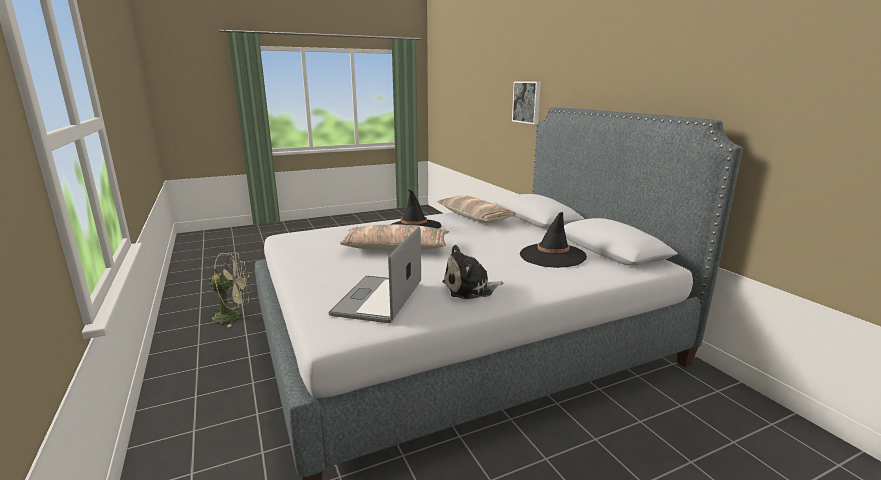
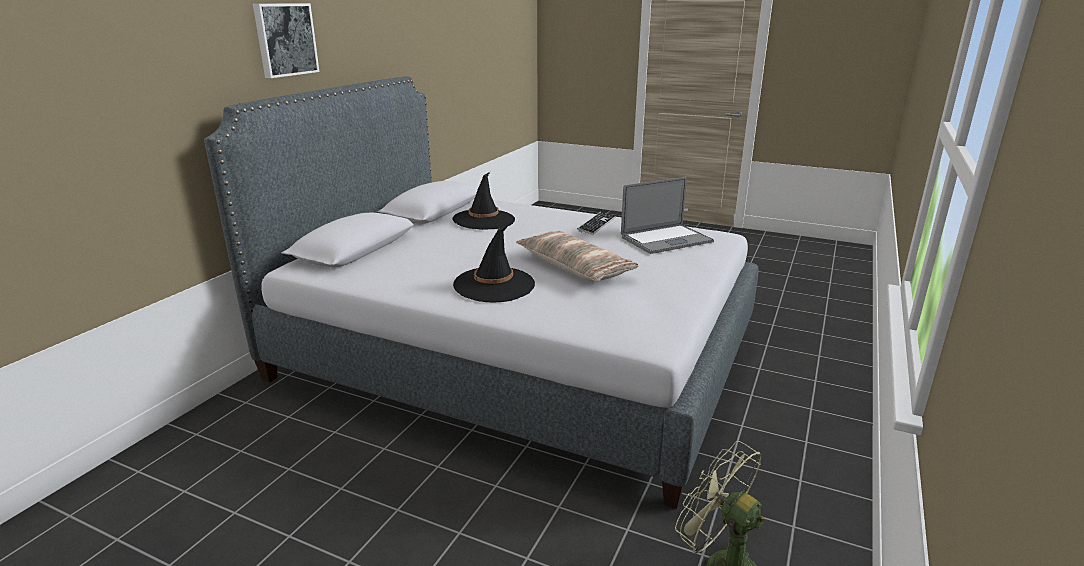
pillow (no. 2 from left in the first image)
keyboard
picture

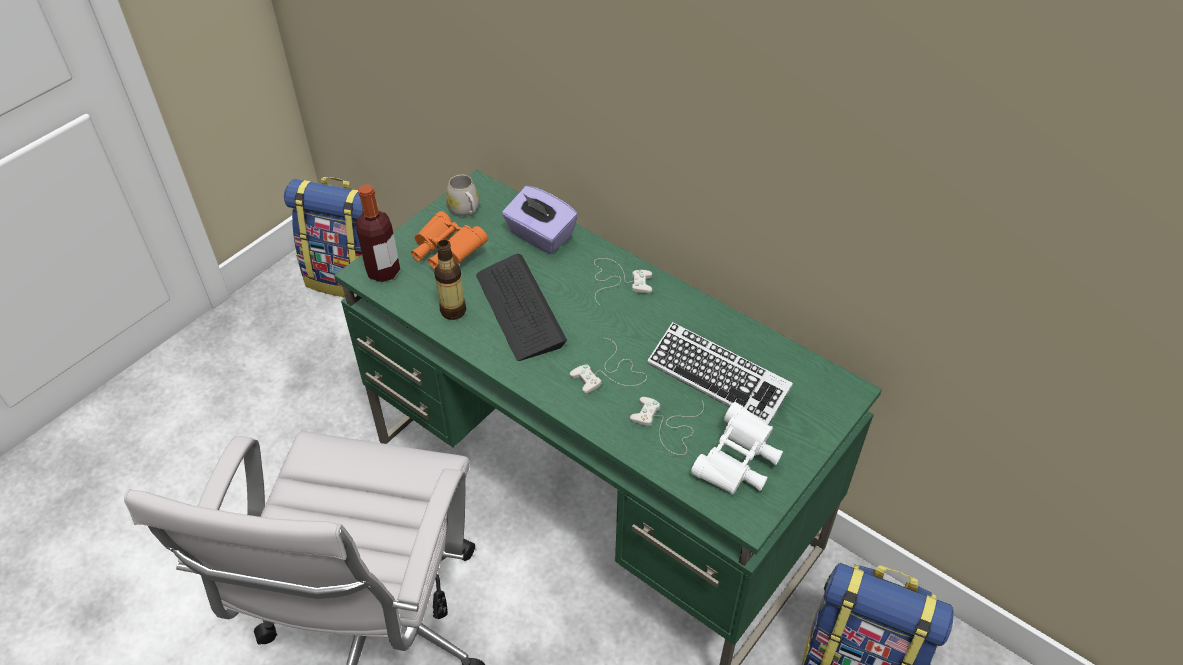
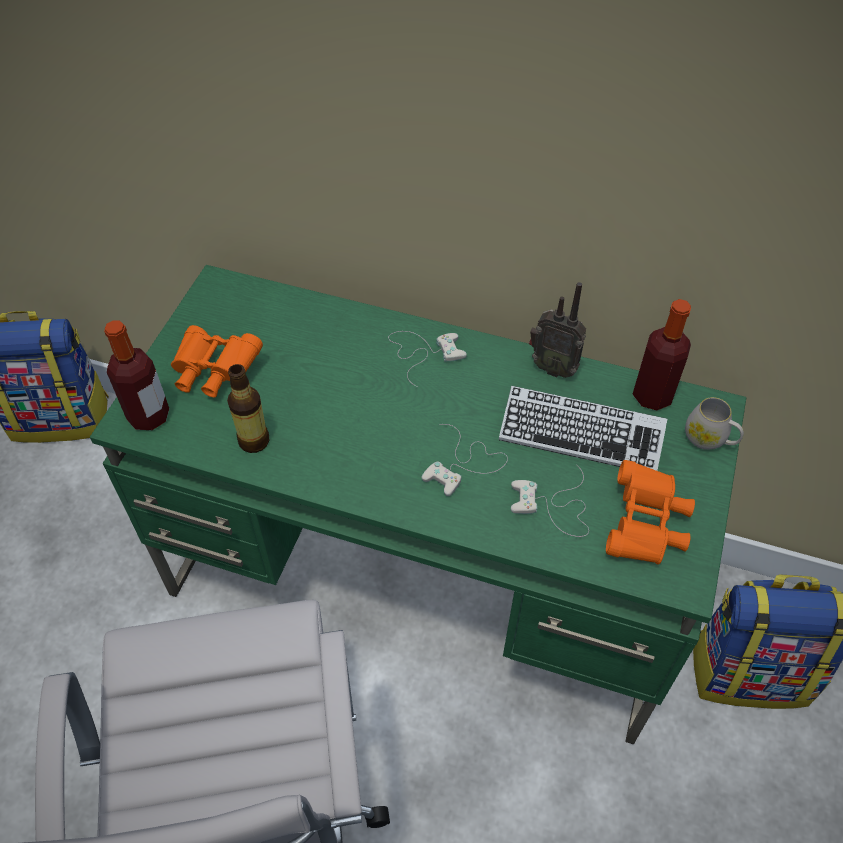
white mug
keyboard (no. 1 from left in the first image)
purple tissue box
orange binoculars (no. 2 from left)
radio
bottle (no. 3 from left)

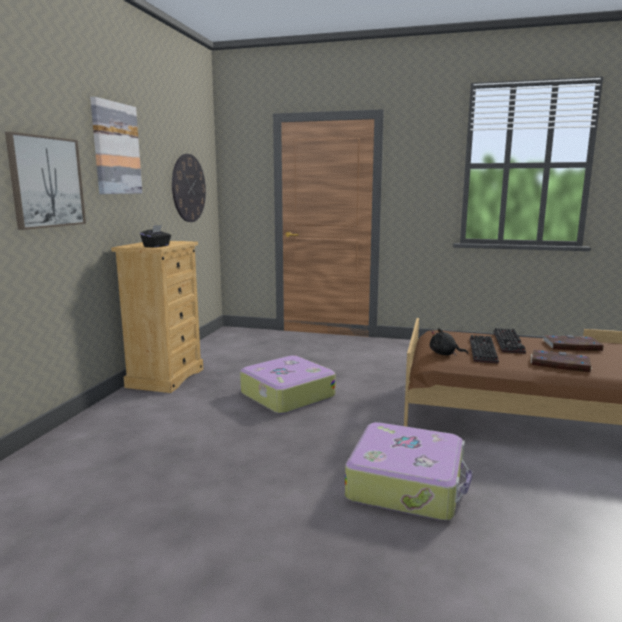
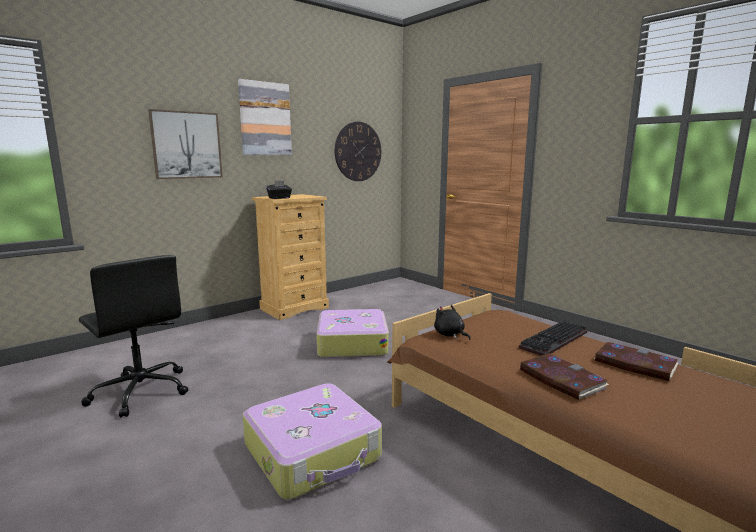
keyboard (no. 1 from left in the first image)
black office chair

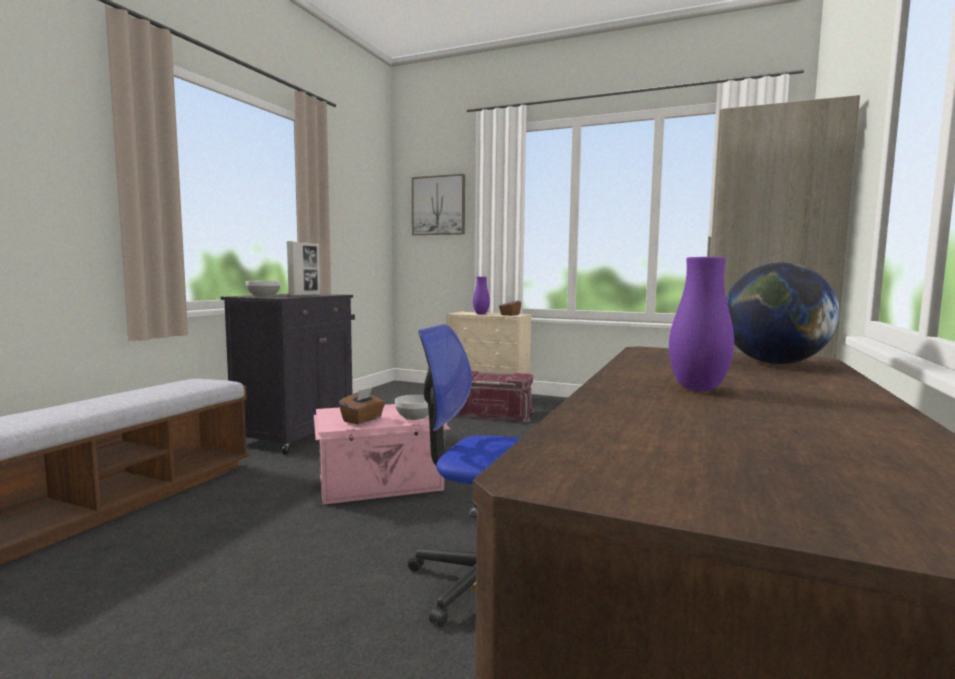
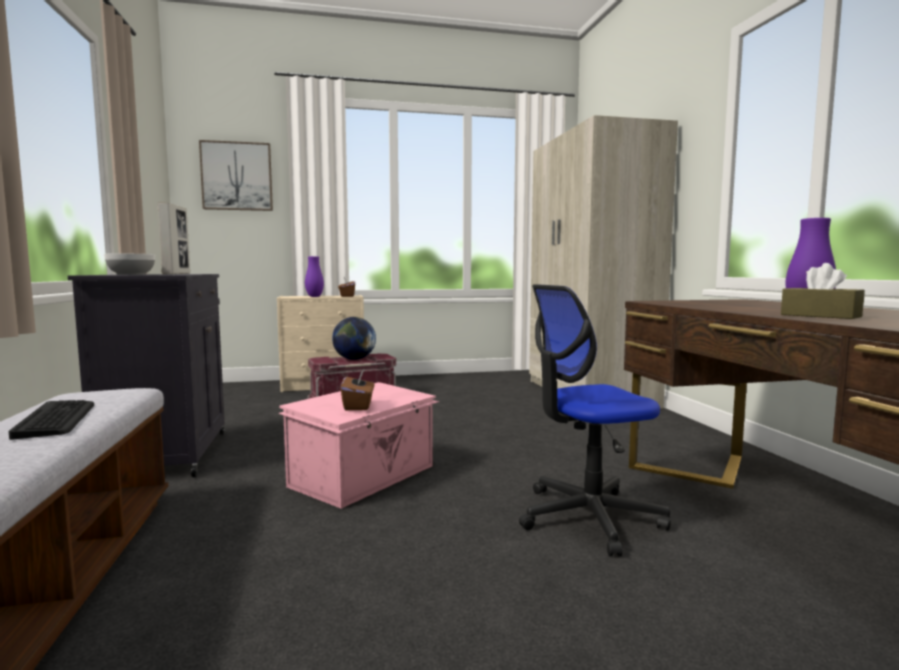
bowl (no. 2 from left in the first image)
globe
keyboard
brown tissue box (no. 3 from left)

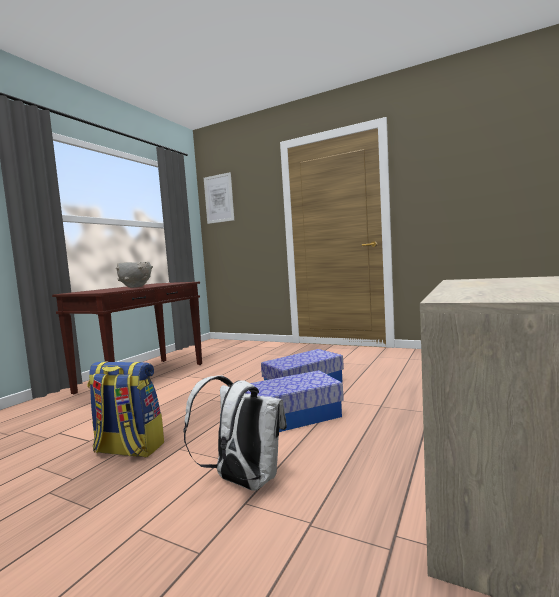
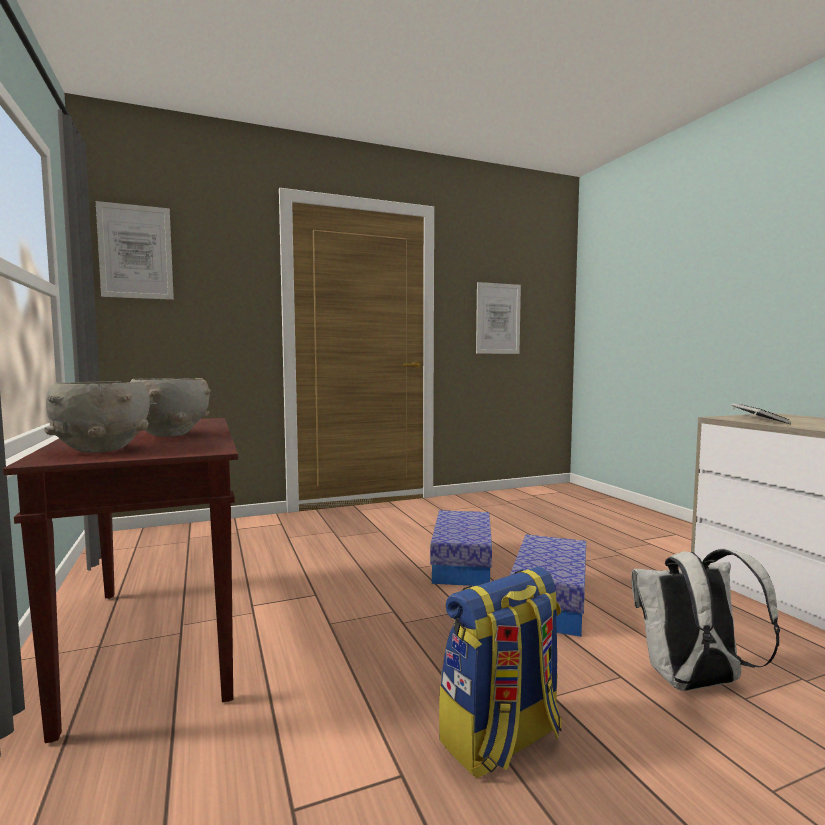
grey bowl (no. 1 from left)
picture (no. 2 from left)
keyboard

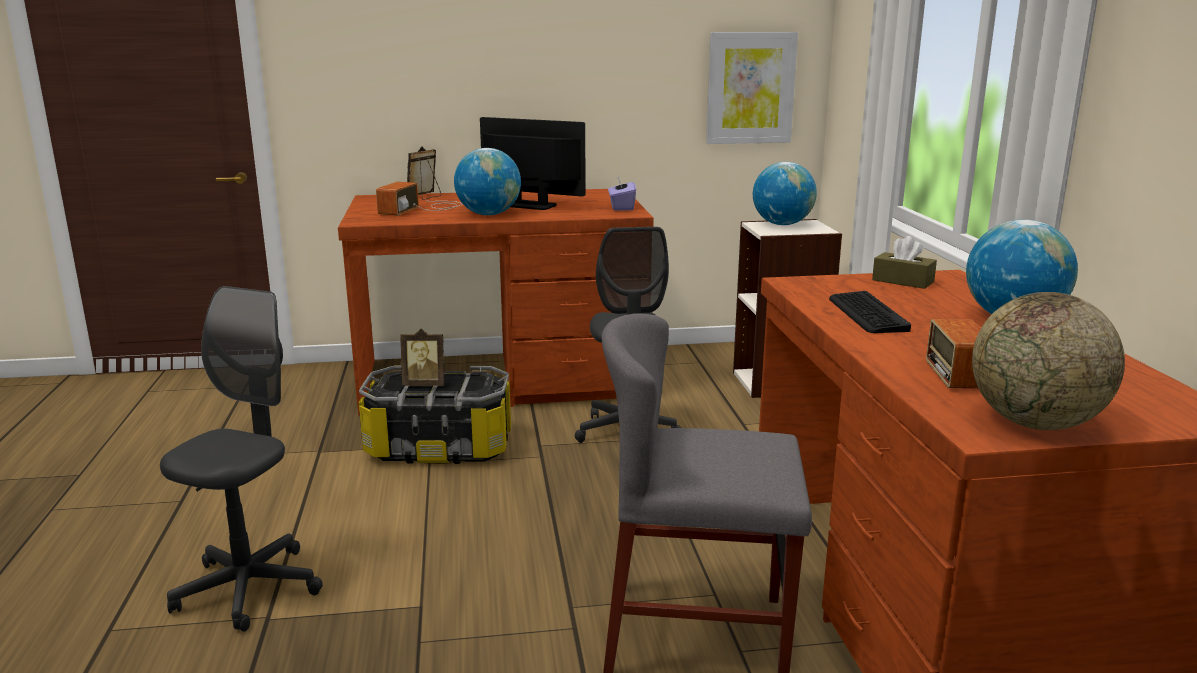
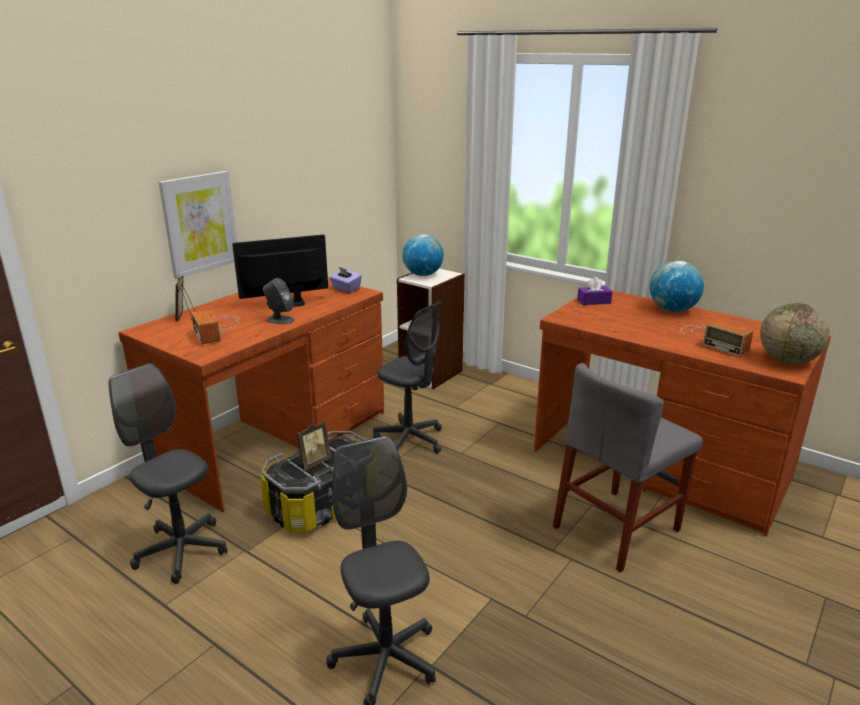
grey speaker
picture
keyboard
purple tissue box (no. 2 from left)
grey office chair (no. 1 from left)

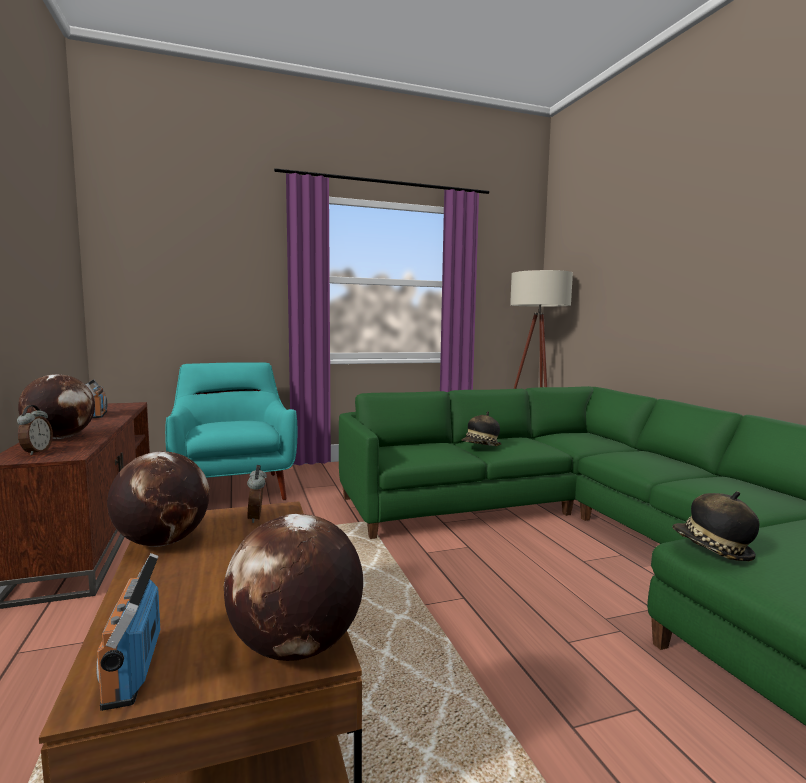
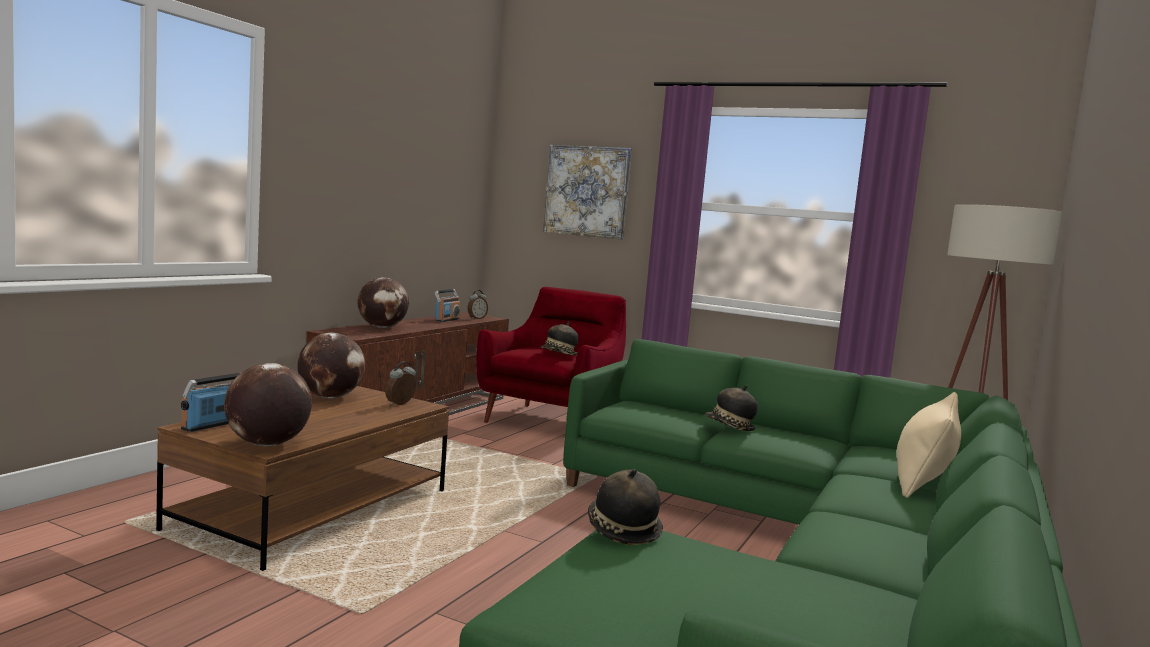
alarm clock (no. 2 from left)
red armchair
hat (no. 1 from left)
picture
beige pillow

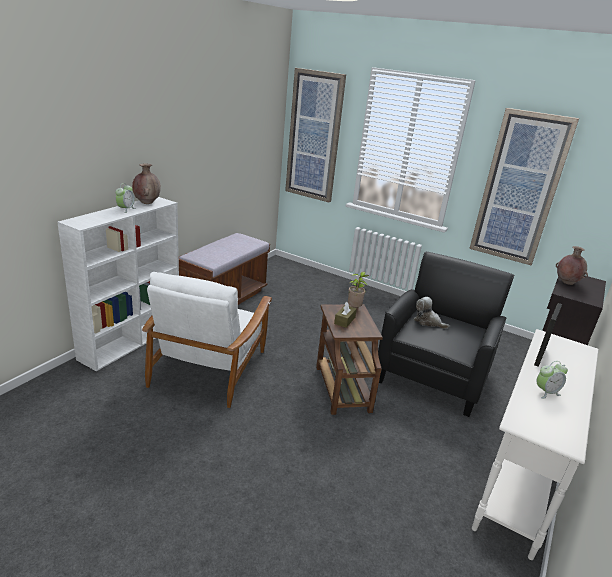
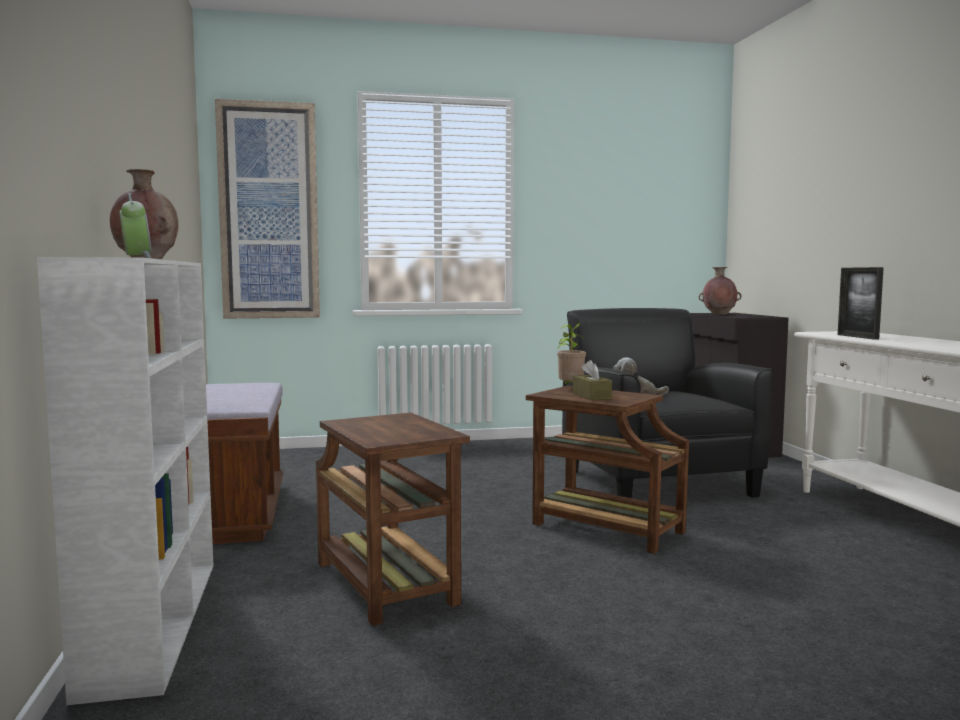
brown side table (no. 1 from left)
picture (no. 2 from left in the first image)
alarm clock (no. 2 from left in the first image)

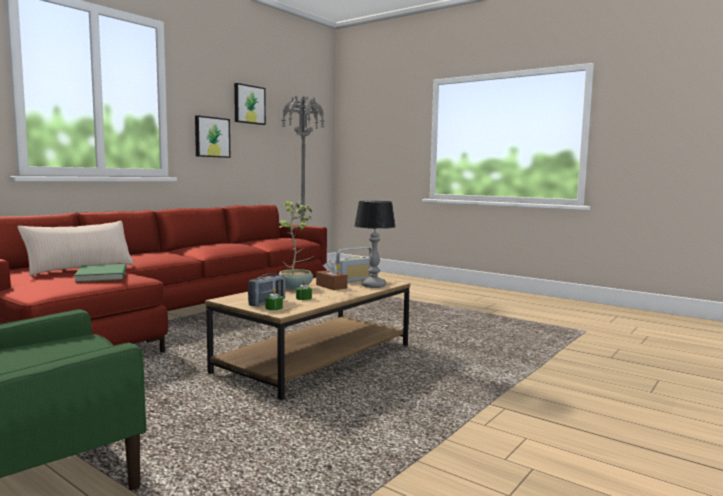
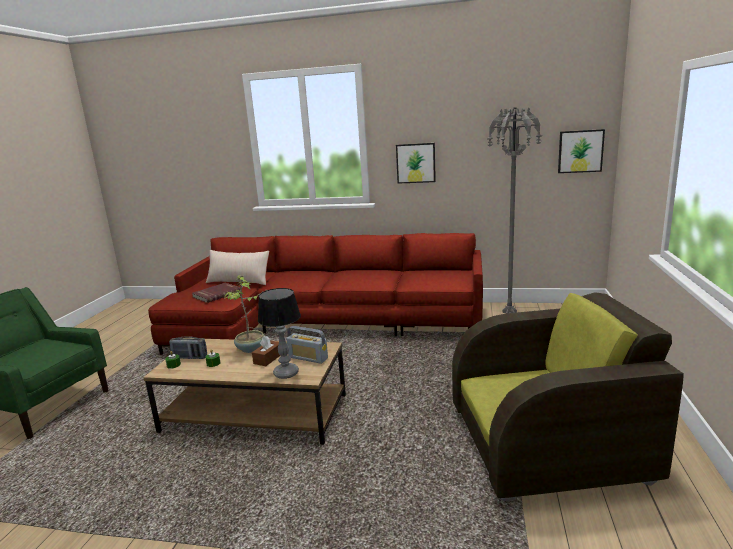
red book
picture (no. 2 from left)
brown armchair

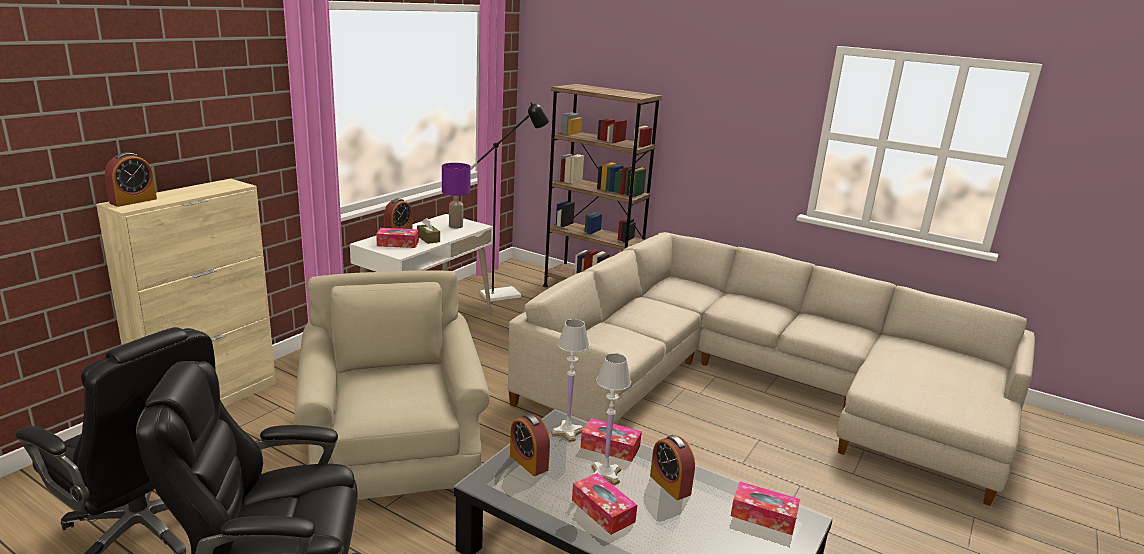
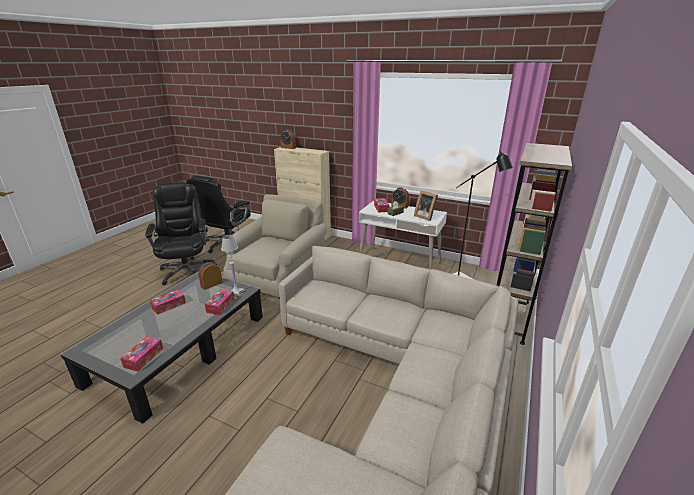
beige armchair
picture frame
white table lamp (no. 2 from left in the first image)
alarm clock (no. 4 from left in the first image)

